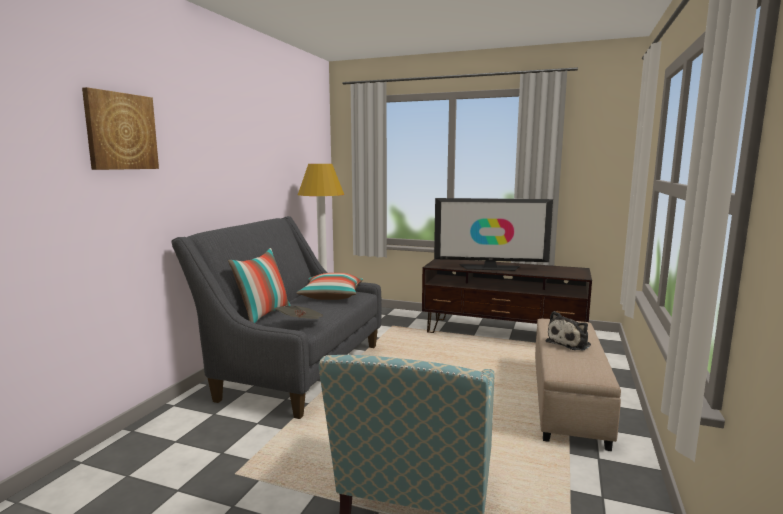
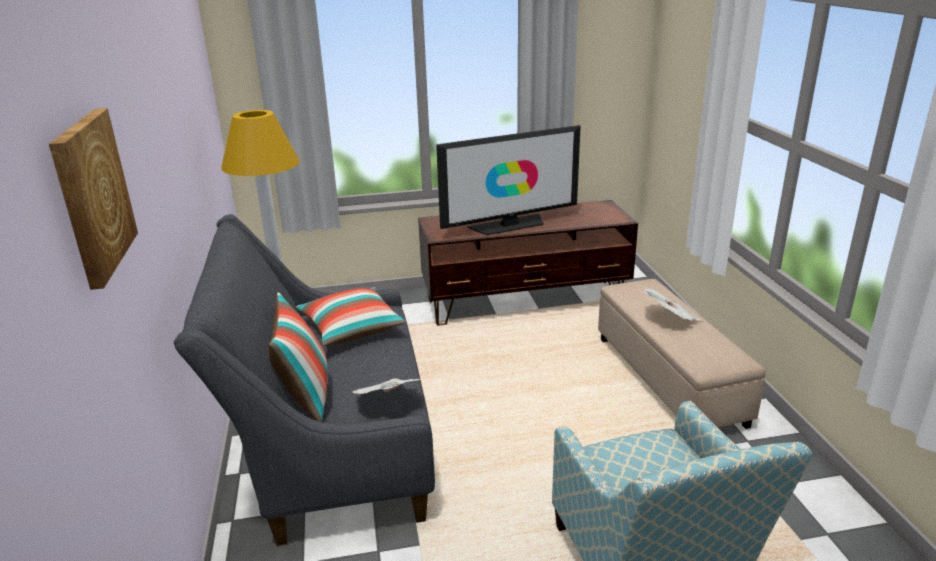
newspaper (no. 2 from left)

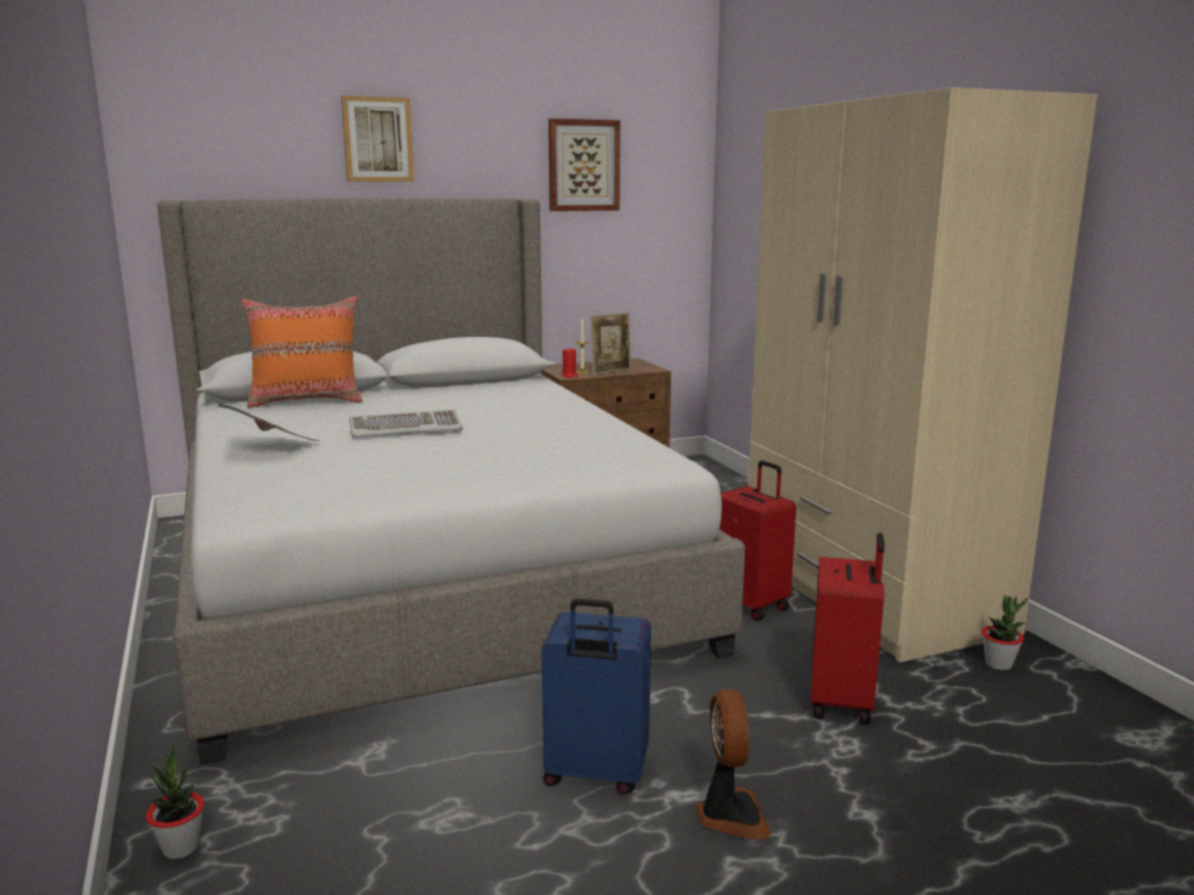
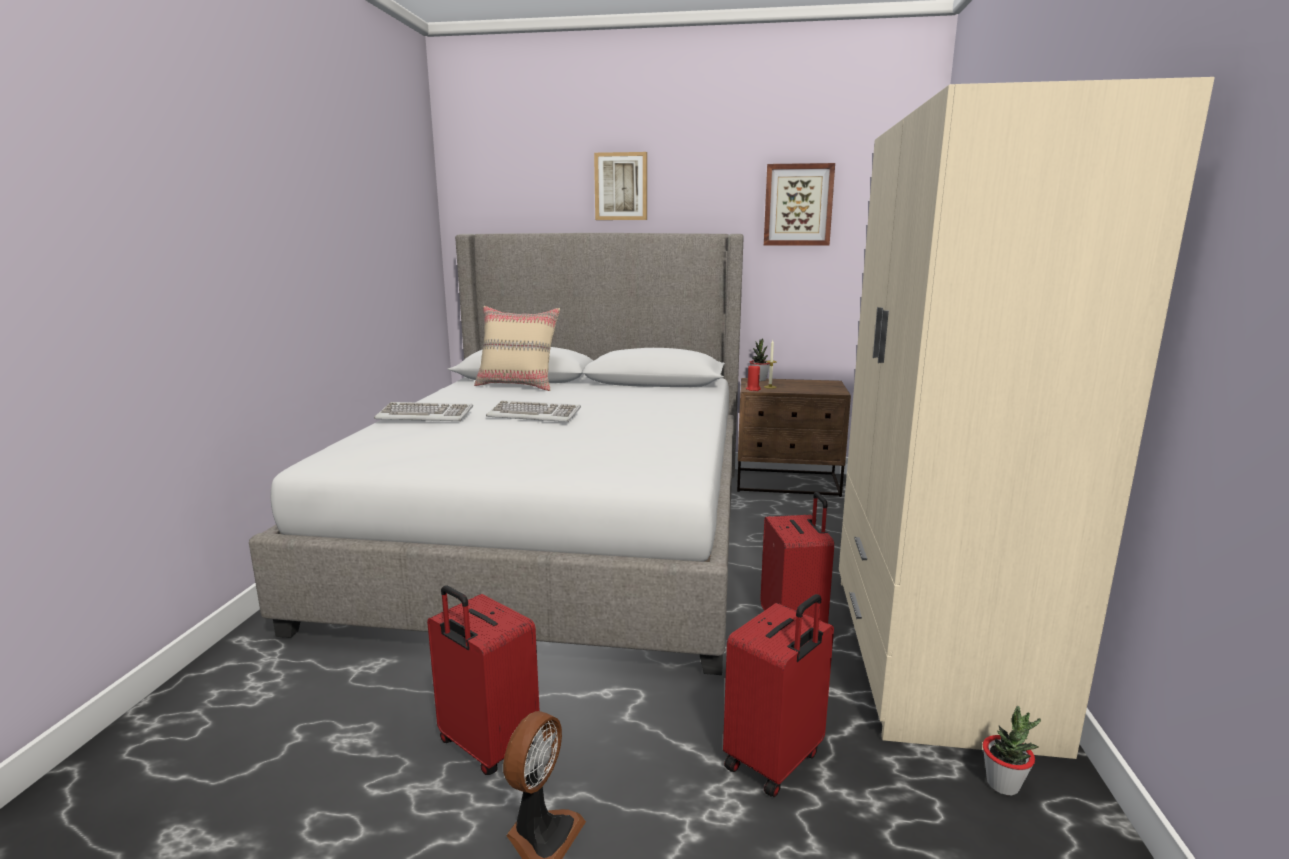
potted plant (no. 1 from left)
keyboard (no. 1 from left)
beige pillow
red suitcase (no. 1 from left)
picture frame

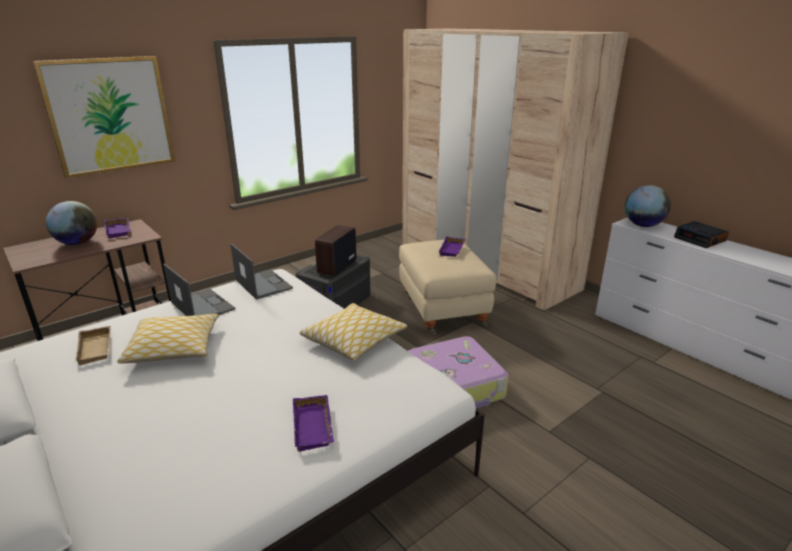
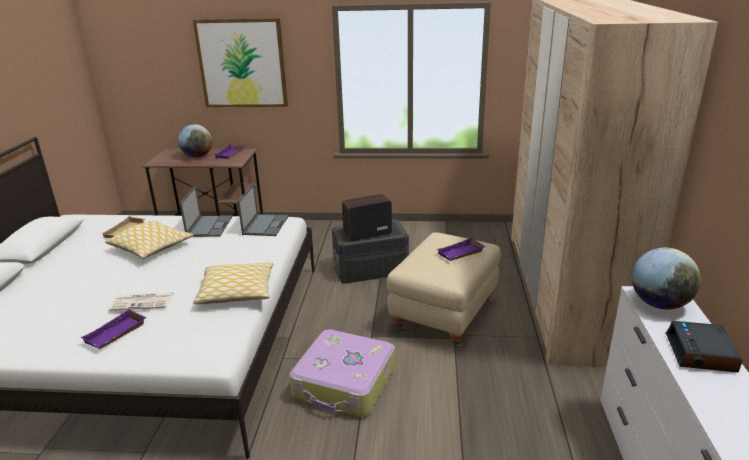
newspaper

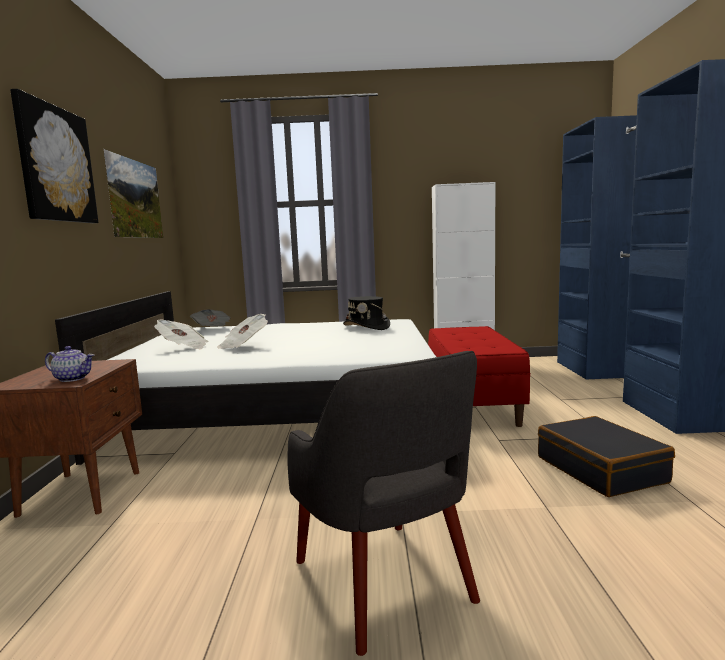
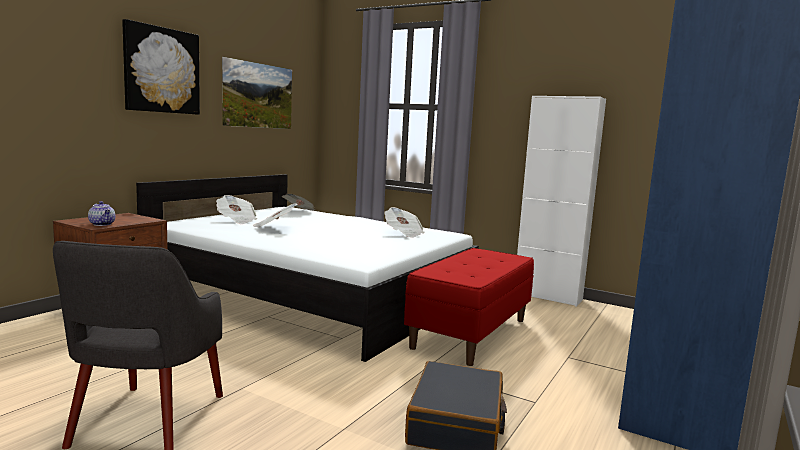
newspaper (no. 4 from left)

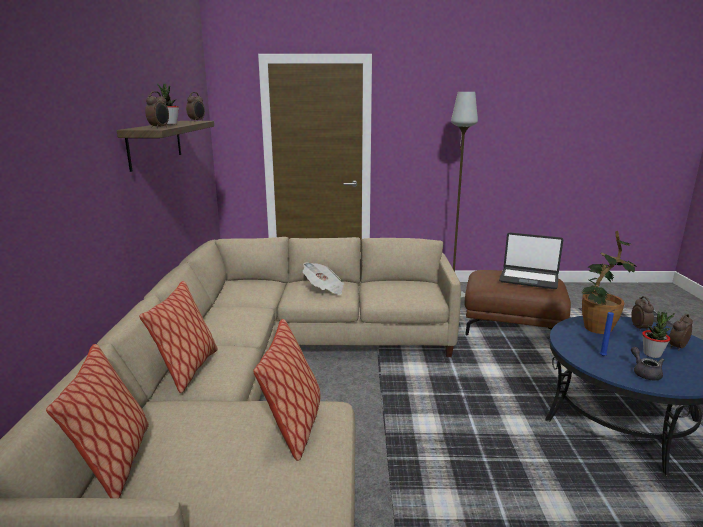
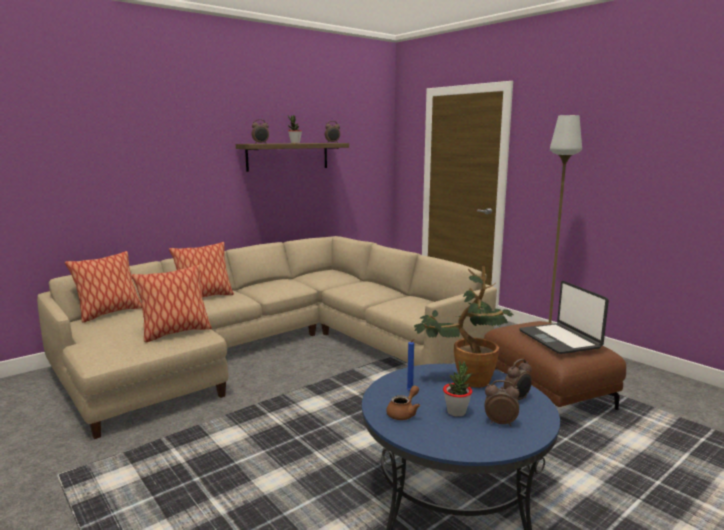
newspaper
brown teapot

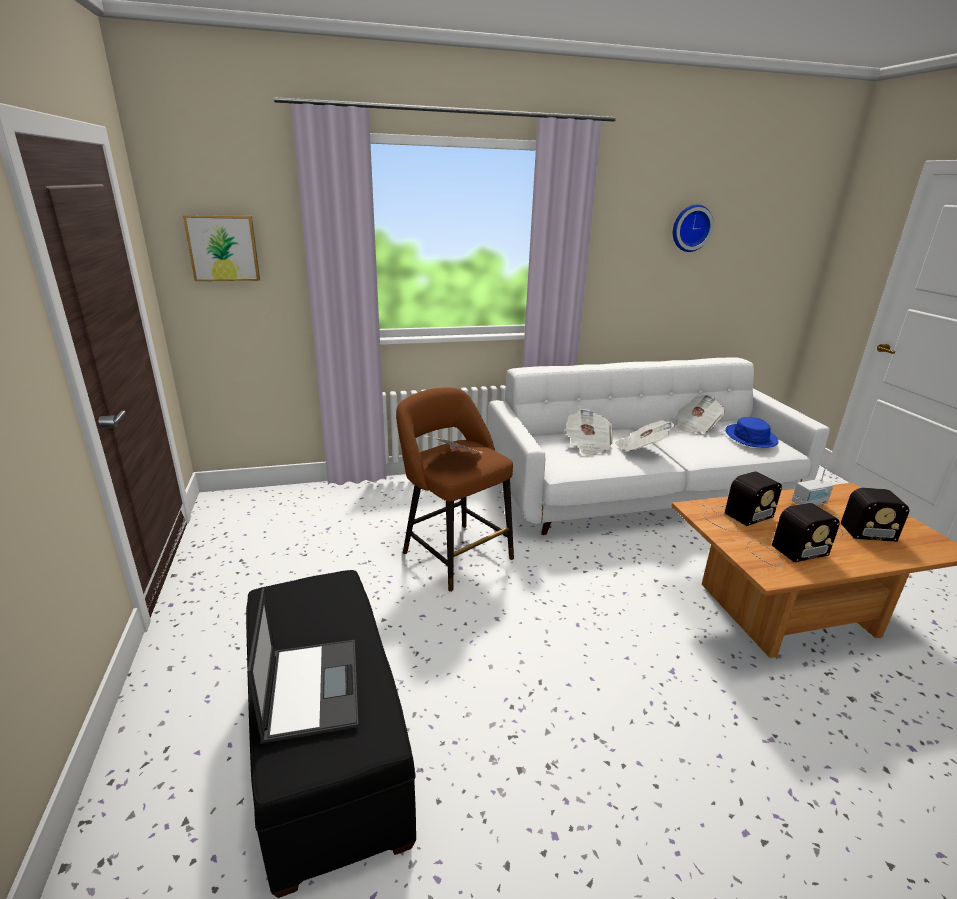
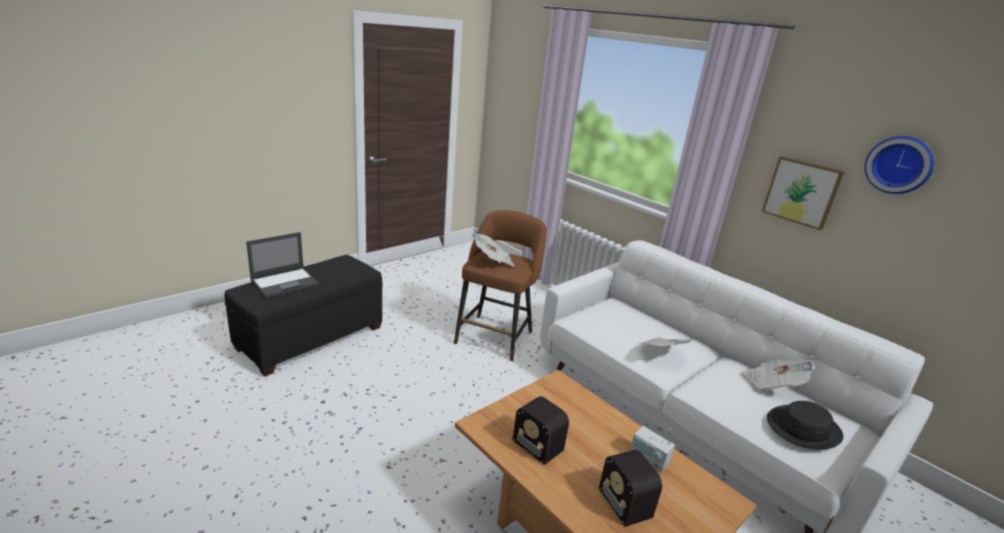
picture
newspaper (no. 2 from left in the first image)
radio (no. 1 from left in the first image)
black hat

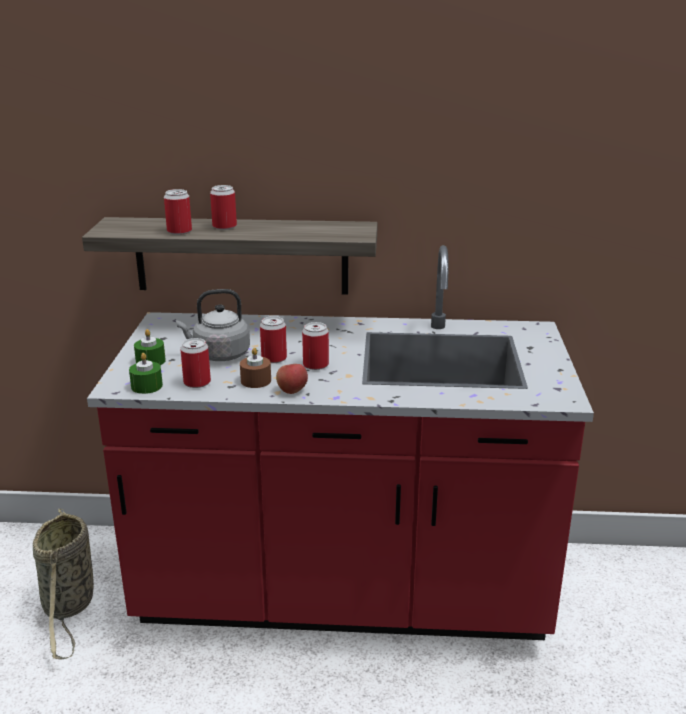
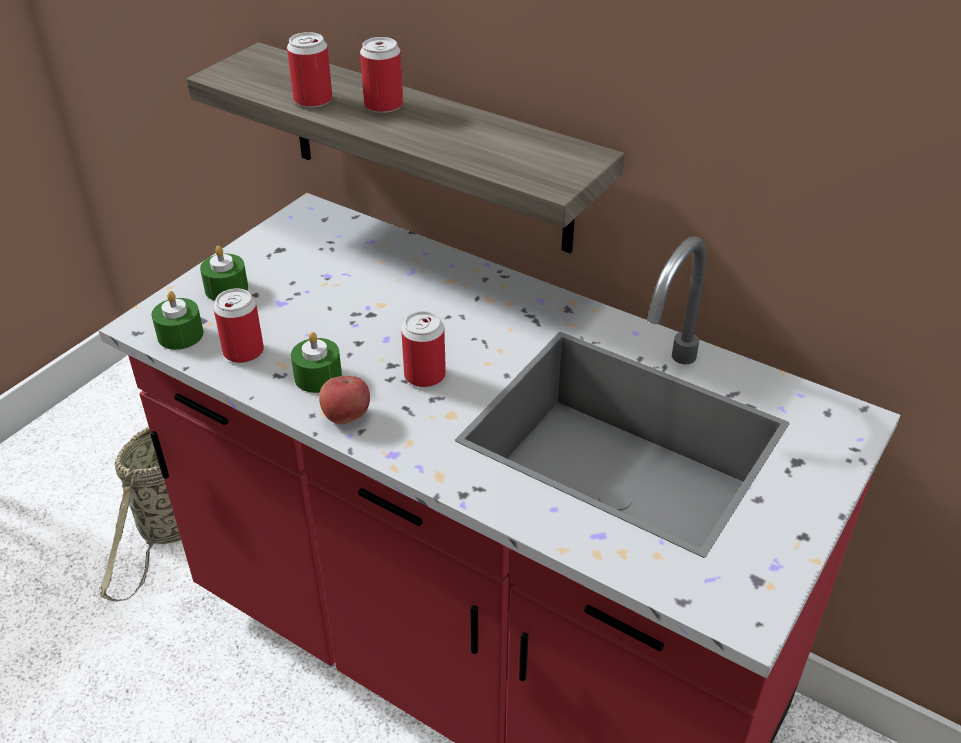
grey kettle
green candle (no. 3 from left)
can (no. 4 from left in the first image)

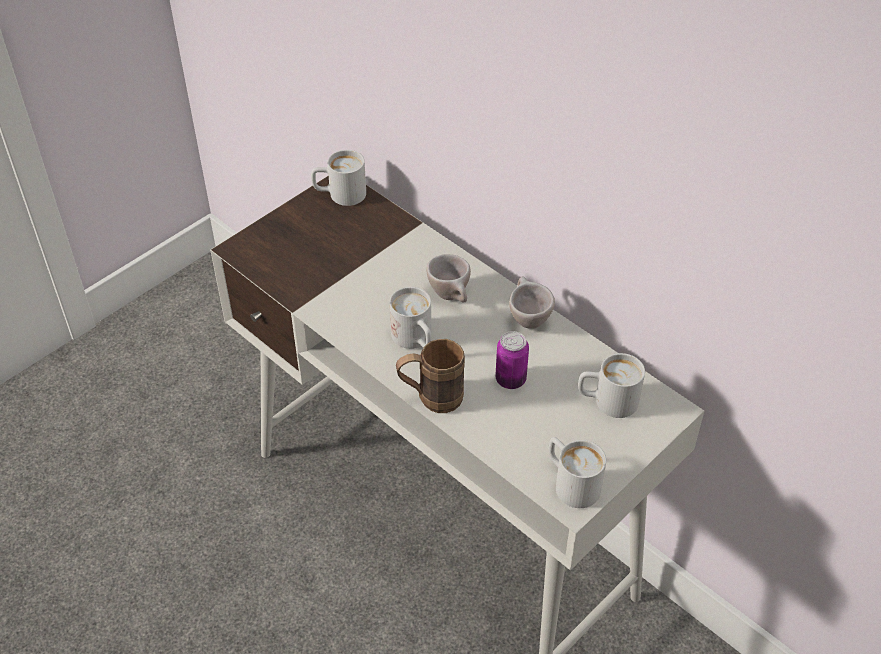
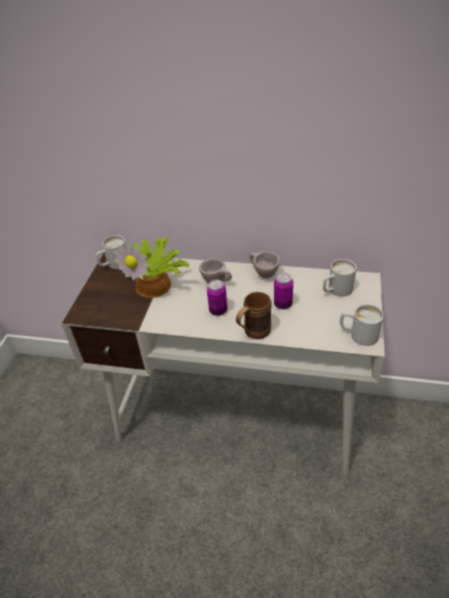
can (no. 1 from left)
potted plant

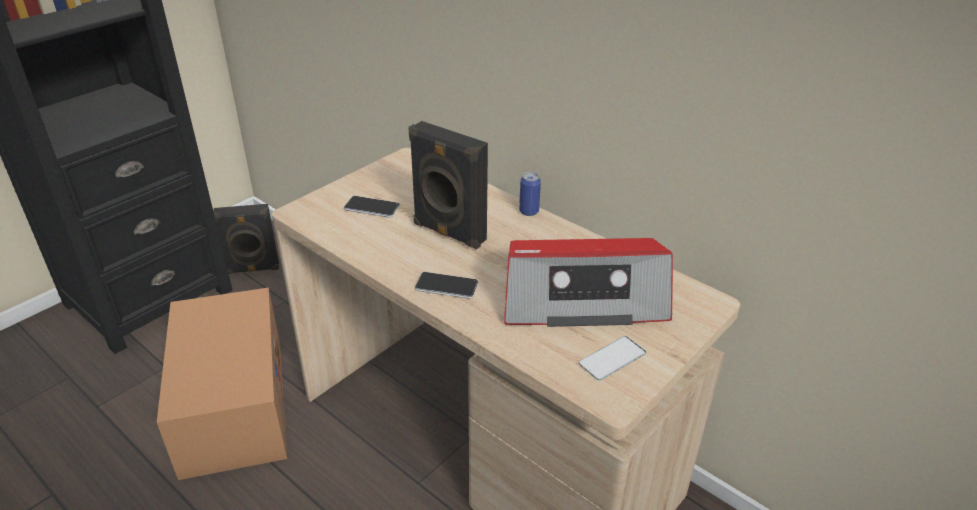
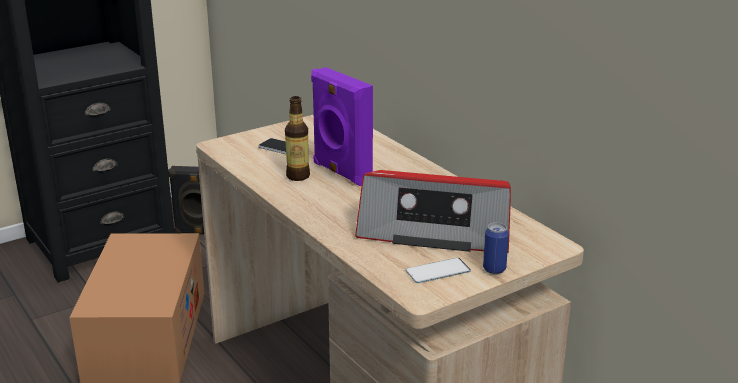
purple speaker
phone (no. 2 from left in the first image)
can
bottle

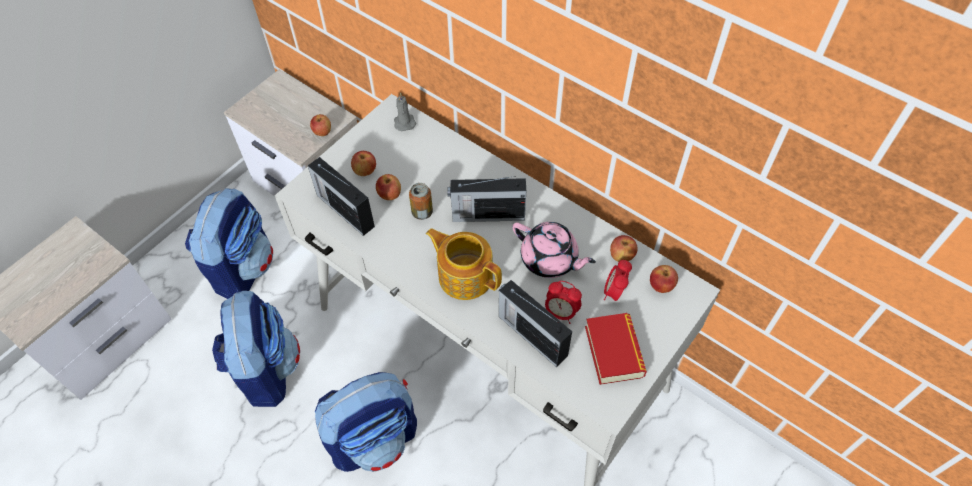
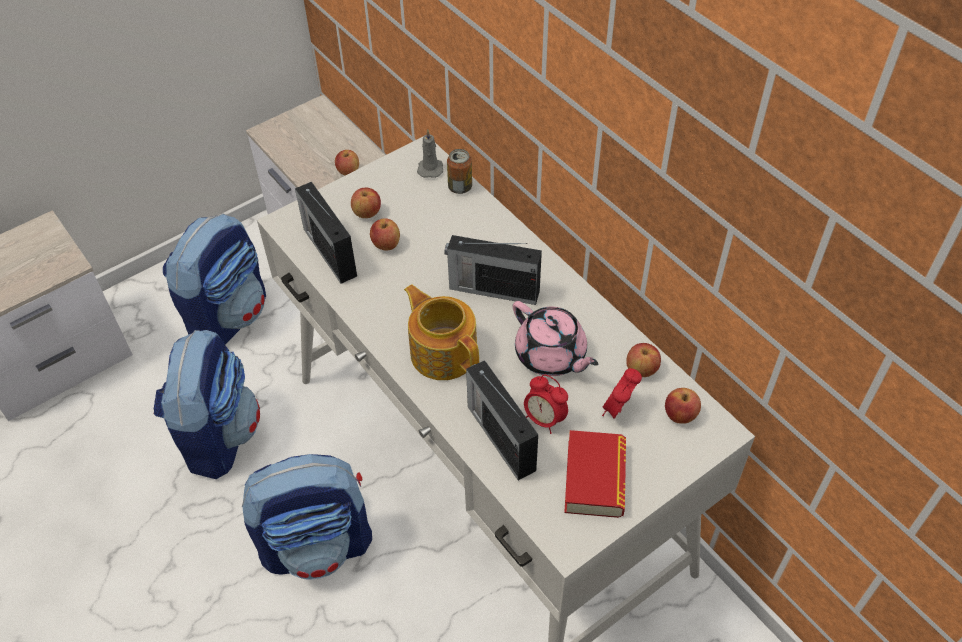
can

